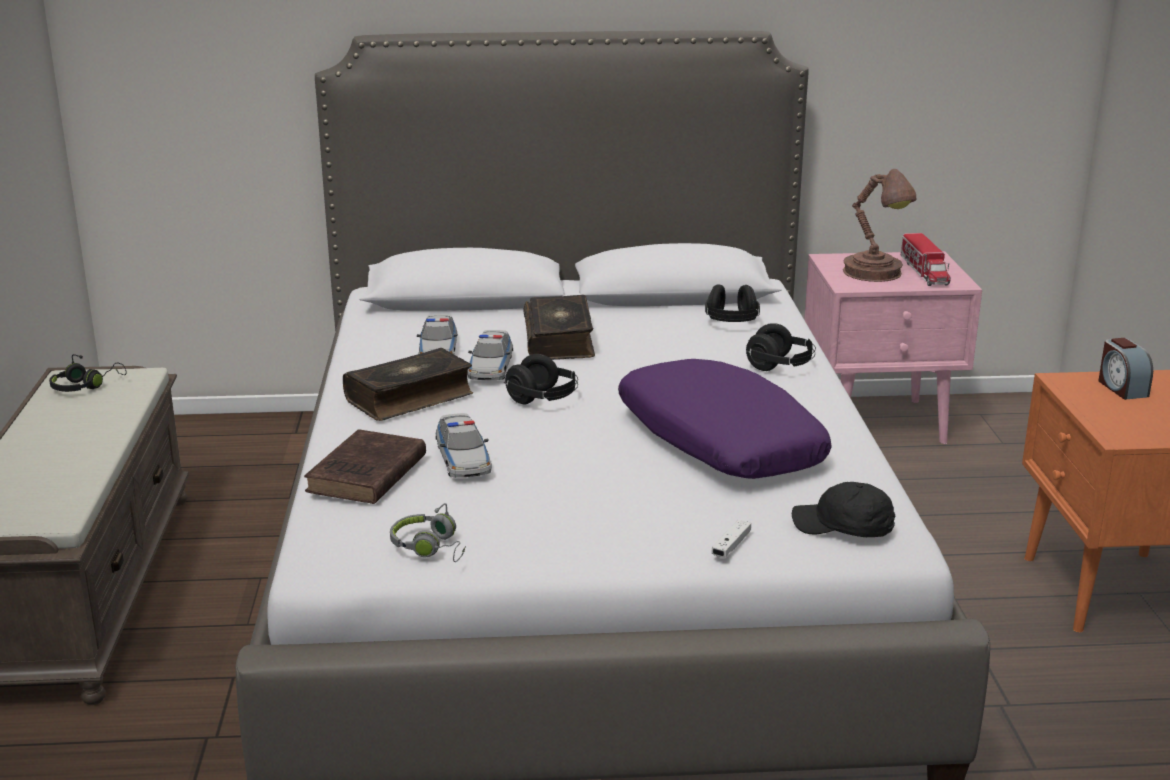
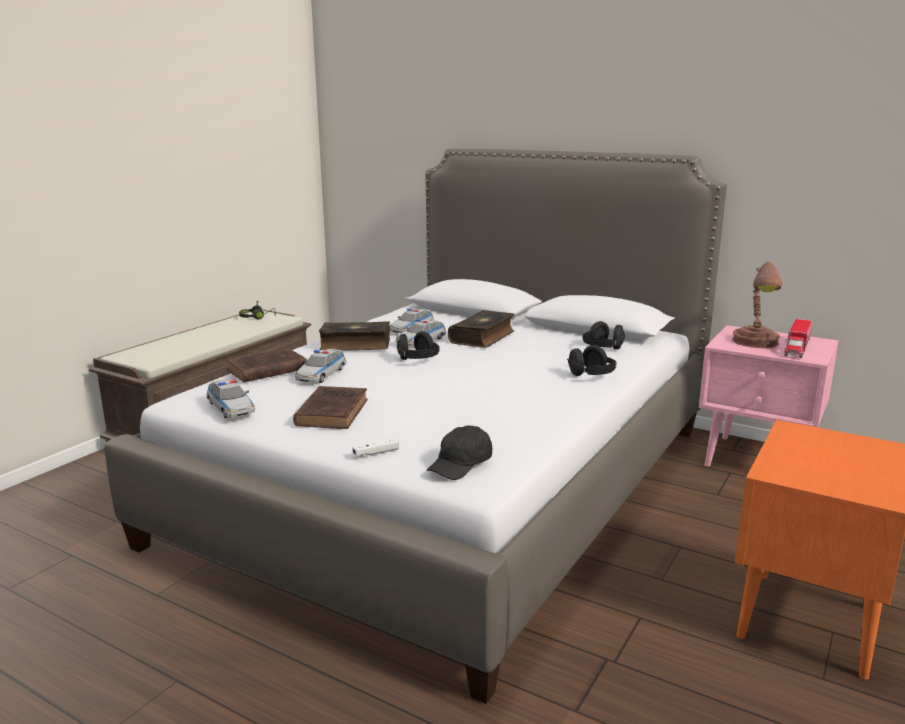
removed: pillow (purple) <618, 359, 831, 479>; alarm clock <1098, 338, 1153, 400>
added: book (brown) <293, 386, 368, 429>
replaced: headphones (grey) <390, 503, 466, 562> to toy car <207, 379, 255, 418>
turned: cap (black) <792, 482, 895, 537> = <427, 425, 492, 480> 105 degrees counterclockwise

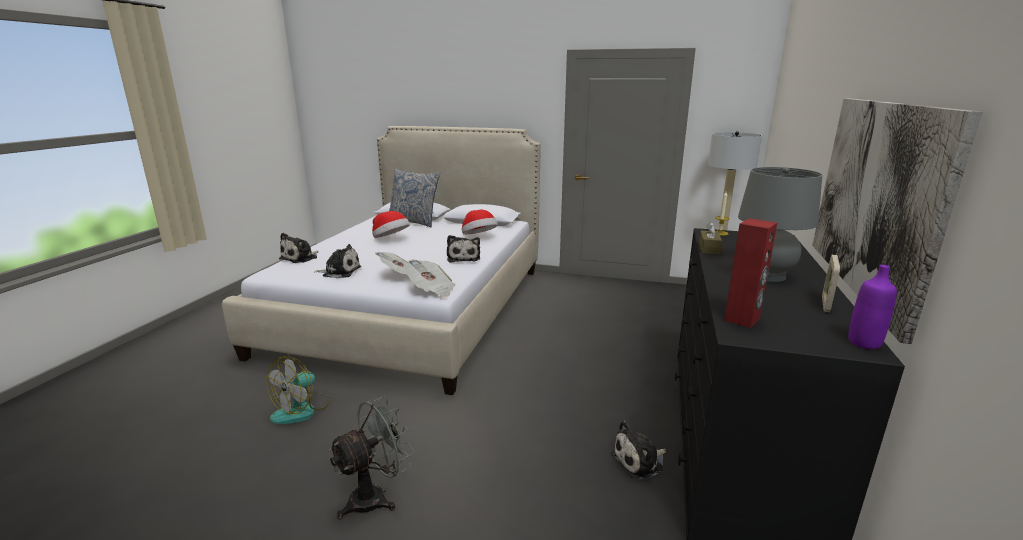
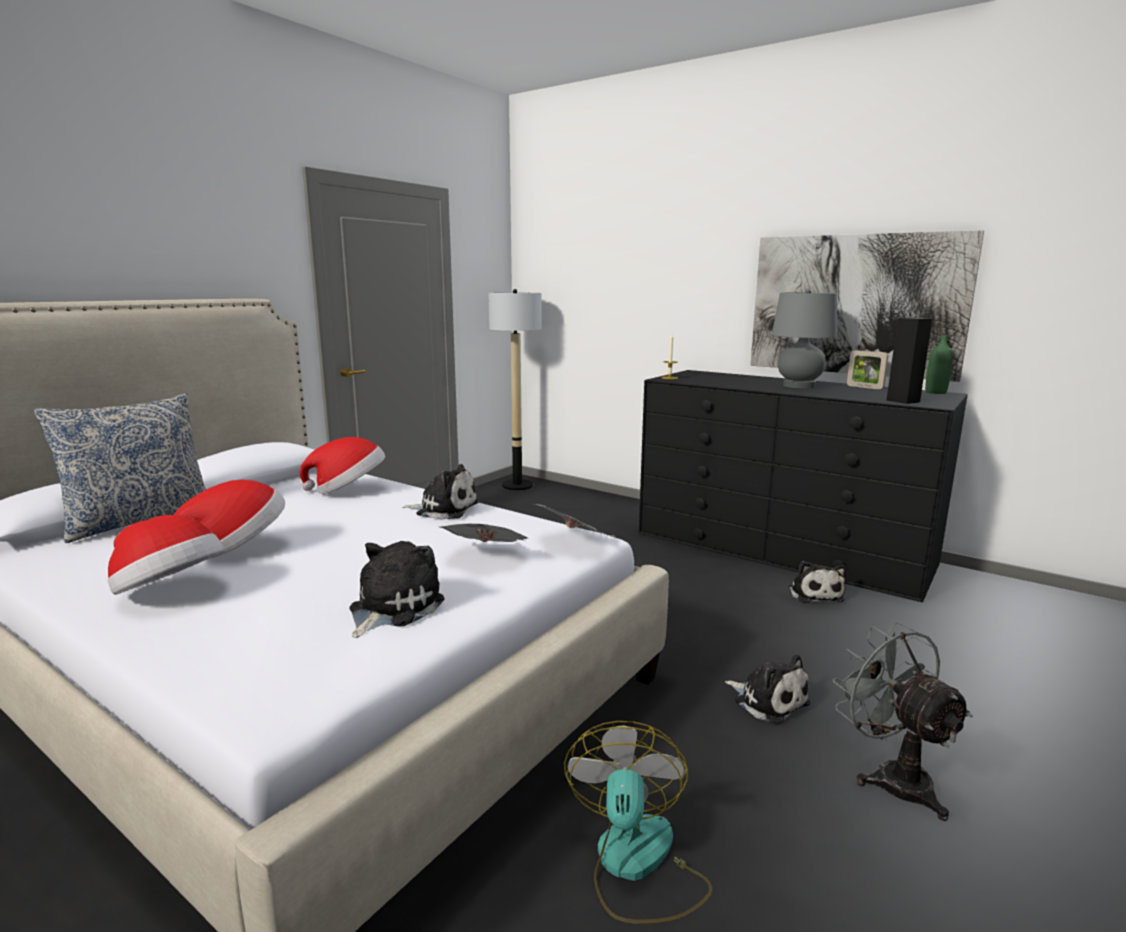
removed: tissue box (brown) <699, 222, 722, 254>
added: hat <108, 515, 224, 595>
moved: plush toy <279, 233, 319, 263> to <725, 654, 810, 725>
recoloured: speaker (red) <724, 218, 777, 328> to speaker (black) <886, 317, 932, 404>; bottle (purple) <848, 265, 897, 349> to bottle (green) <925, 335, 953, 394>
turned: fan <266, 356, 331, 424> = <564, 721, 712, 924> 135 degrees counterclockwise

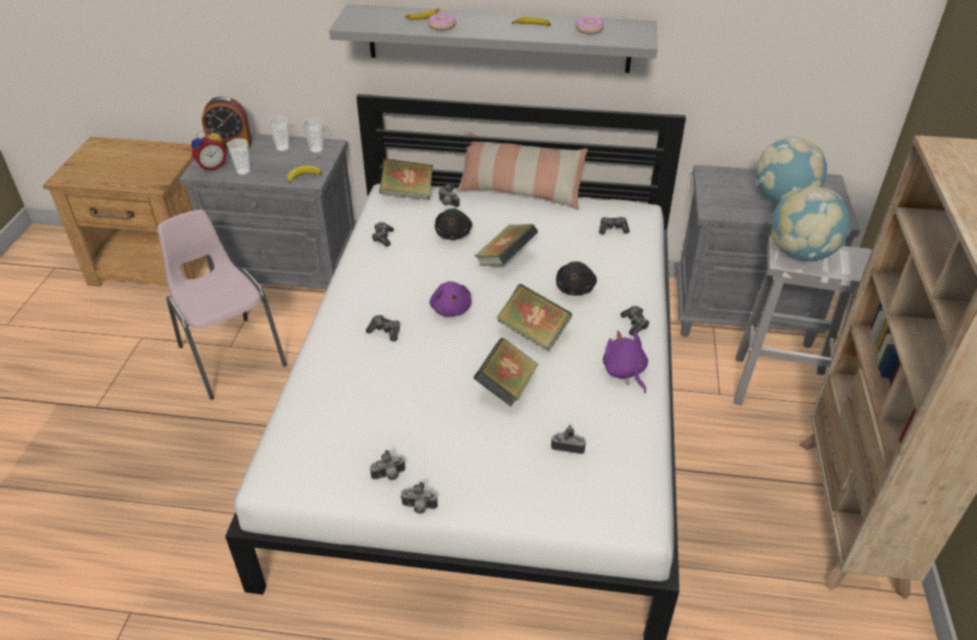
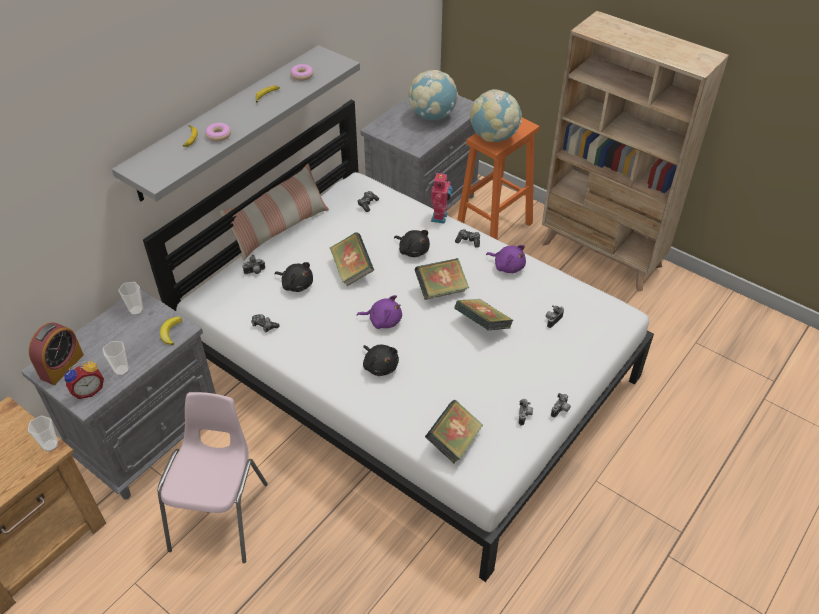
added: toy robot <431, 173, 453, 224>
moved: cup <268, 116, 289, 152> to <28, 416, 58, 452>; book <379, 158, 433, 200> to <425, 400, 483, 463>
replaced: game controller <366, 315, 400, 342> to plush toy (black) <363, 345, 399, 376>
recoloured: stool (white) <734, 236, 872, 405> to stool (orange) <457, 117, 539, 239>
turned: chair (pink) <157, 210, 287, 400> = <158, 392, 268, 563> 105 degrees clockwise; alarm clock <191, 129, 227, 171> = <64, 361, 104, 399> 60 degrees clockwise; plush toy (purple) <603, 331, 648, 393> = <486, 245, 526, 273> 150 degrees counterclockwise

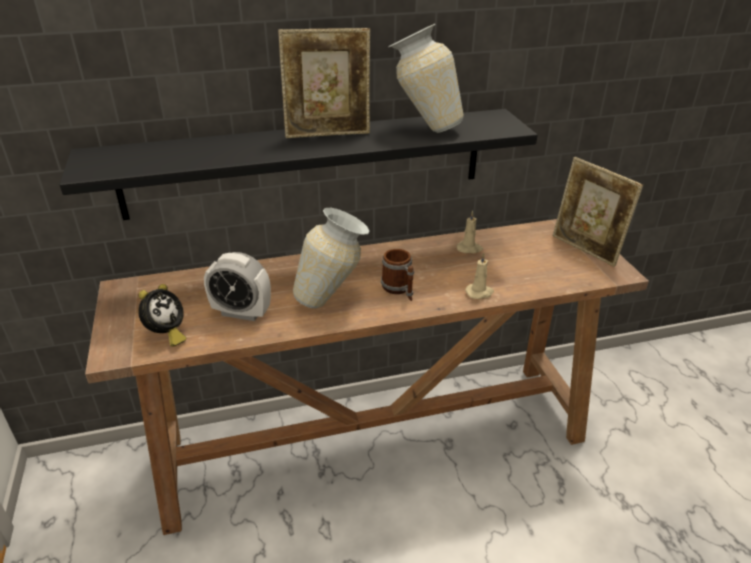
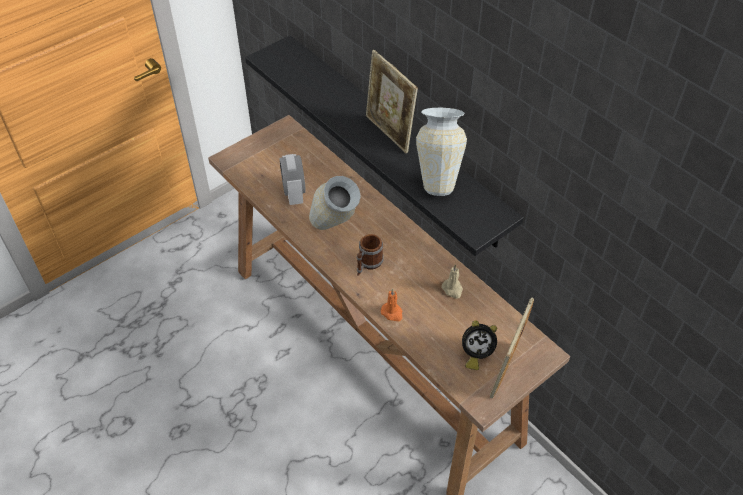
moved: alarm clock <138, 284, 186, 347> to <462, 320, 497, 370>
recoloured: candle (beige) <465, 253, 494, 299> to candle (orange) <381, 288, 402, 321>

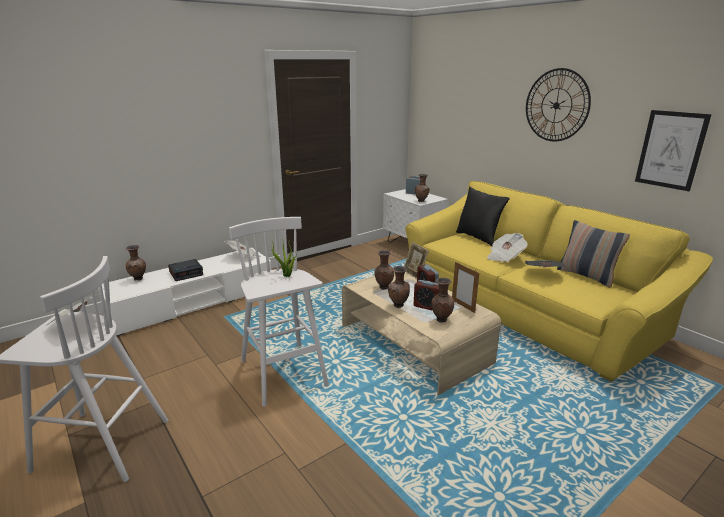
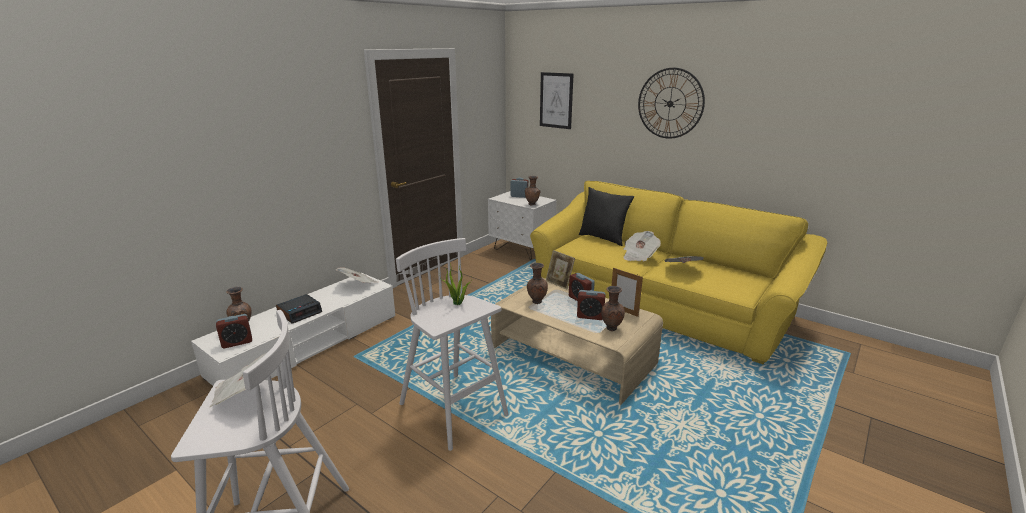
removed: vase (brown) <388, 266, 410, 308>; pillow <557, 220, 630, 288>
added: alarm clock <216, 314, 252, 349>
moved: picture <635, 110, 712, 191> to <540, 72, 574, 129>

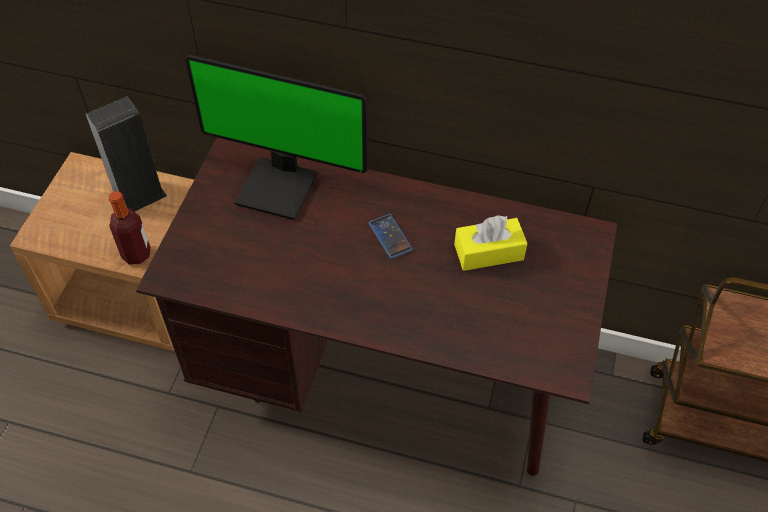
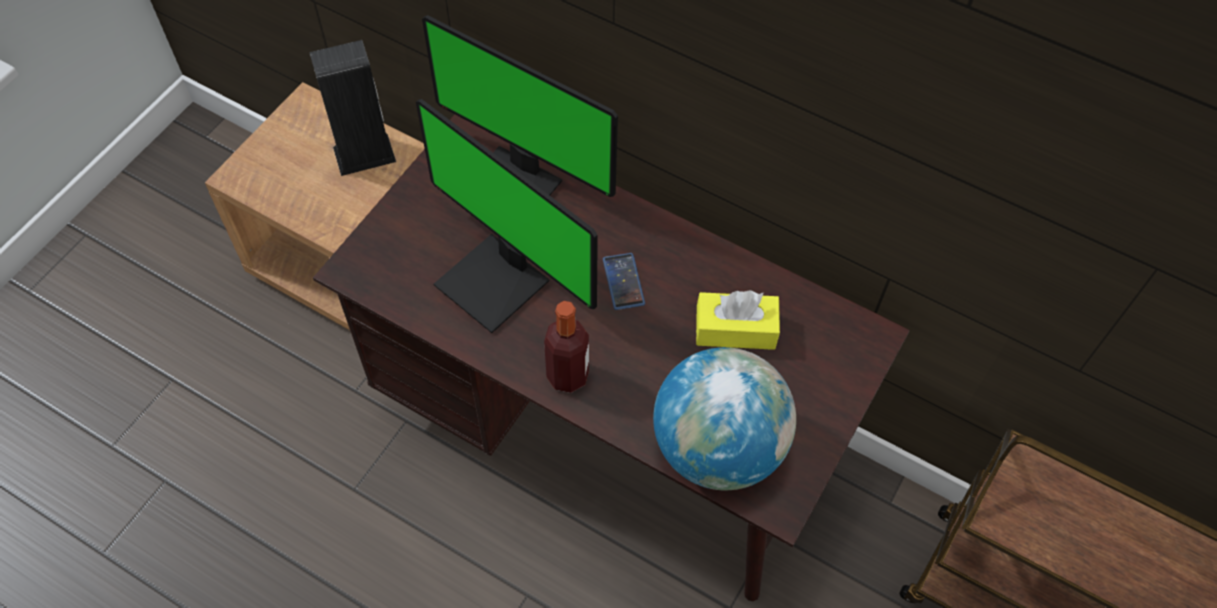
added: monitor <416, 99, 598, 333>; globe <653, 347, 796, 490>
moved: bottle <109, 191, 151, 265> to <544, 301, 589, 393>

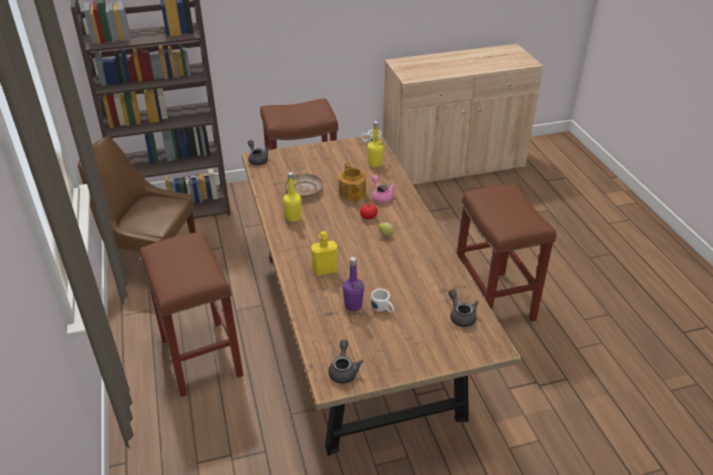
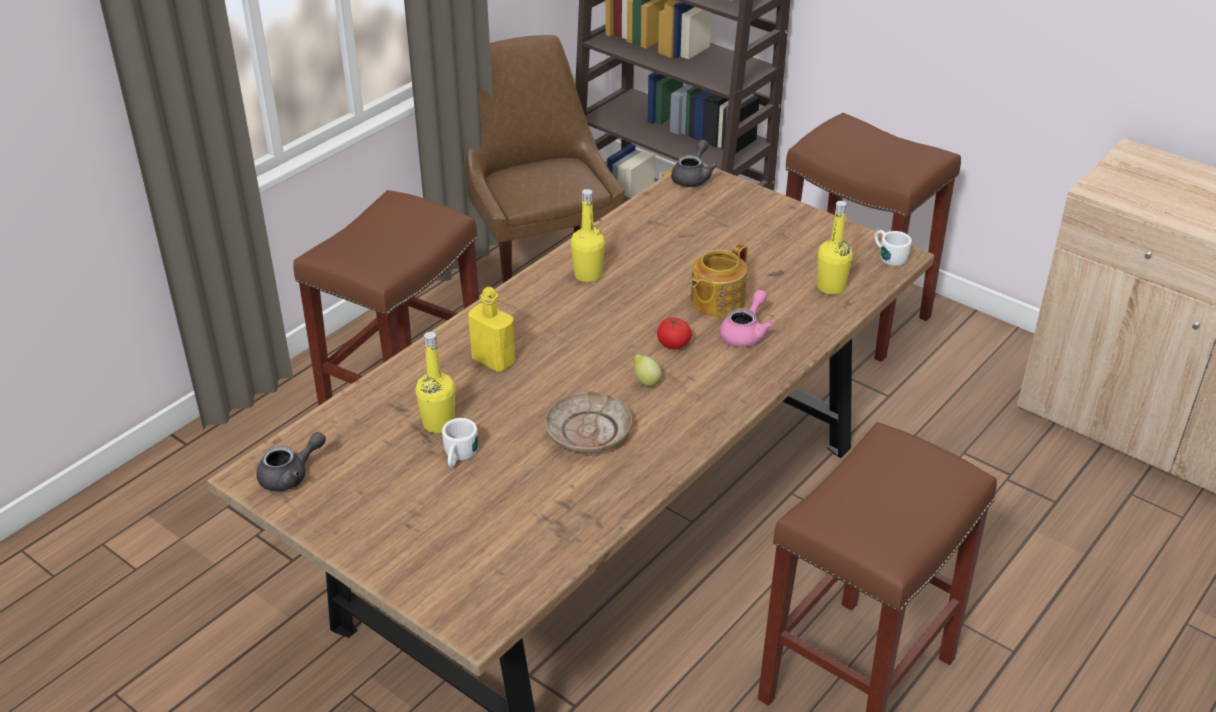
removed: teapot (grey) <449, 289, 479, 327>
moved: plate (beige) <284, 174, 323, 198> to <545, 392, 632, 453>
recoloured: bottle (purple) <343, 257, 364, 311> to bottle (yellow) <415, 332, 455, 433>

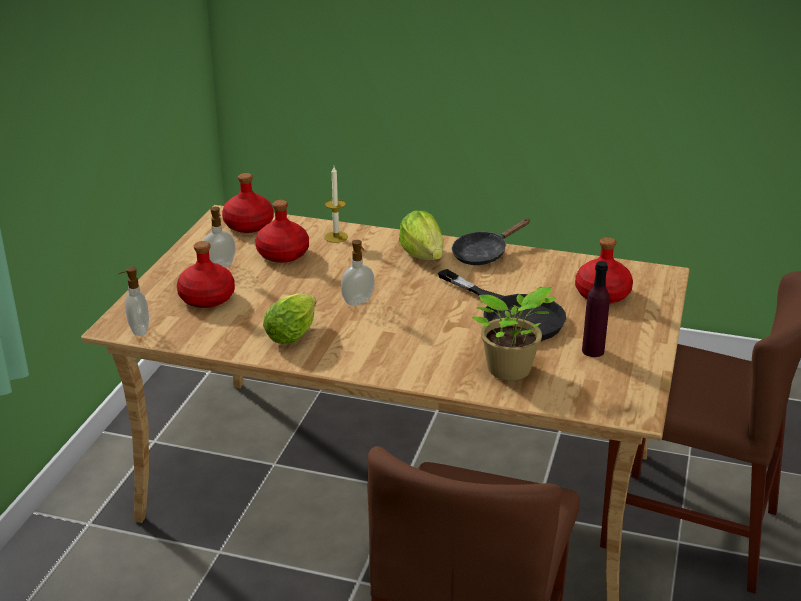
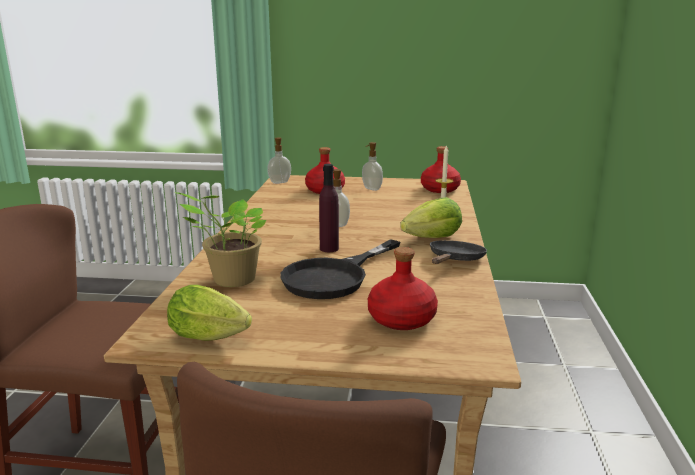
removed: bottle (red) <255, 200, 309, 263>
moved: lettuce <263, 294, 316, 344> to <167, 285, 252, 341>; bottle (purple) <582, 261, 610, 357> to <319, 164, 339, 252>
turned: frying pan (black) <452, 219, 530, 265> = <430, 240, 487, 264> 75 degrees clockwise

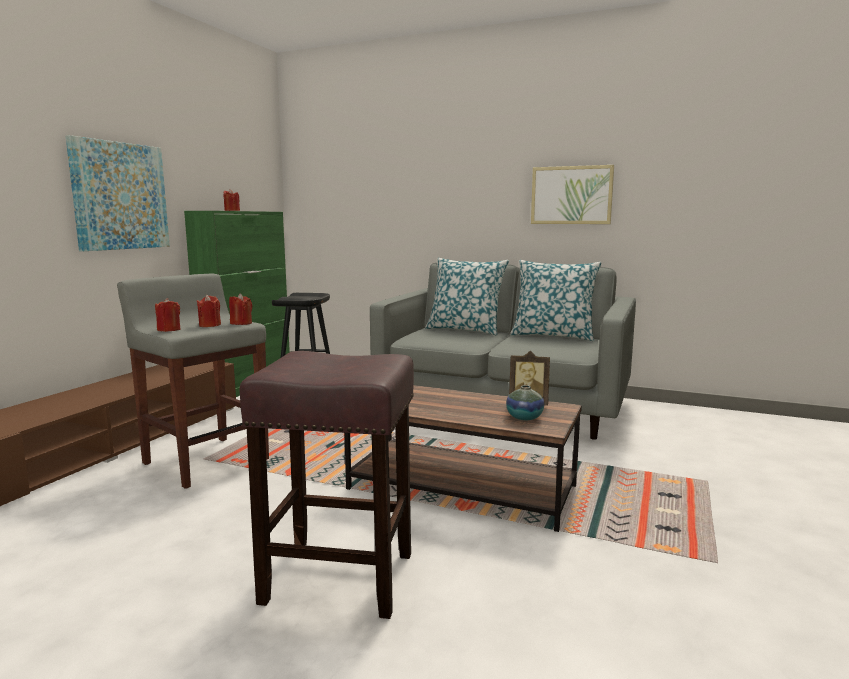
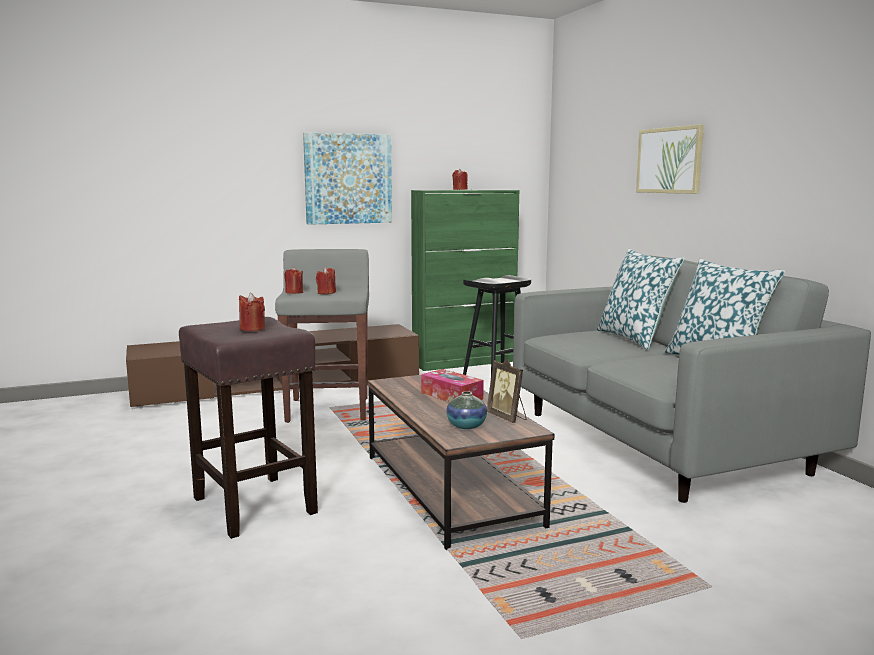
added: tissue box <421, 369, 484, 402>
moved: candle (red) <229, 293, 252, 325> to <239, 293, 265, 331>; picture <531, 165, 614, 224> to <636, 124, 704, 194>

